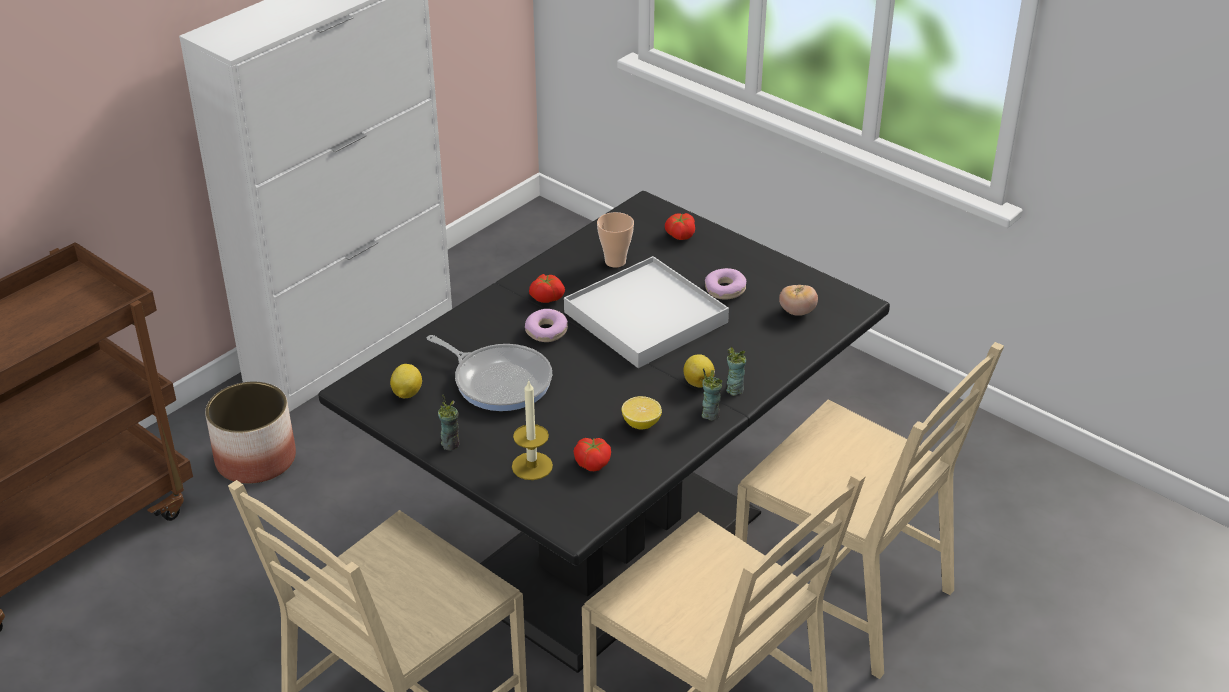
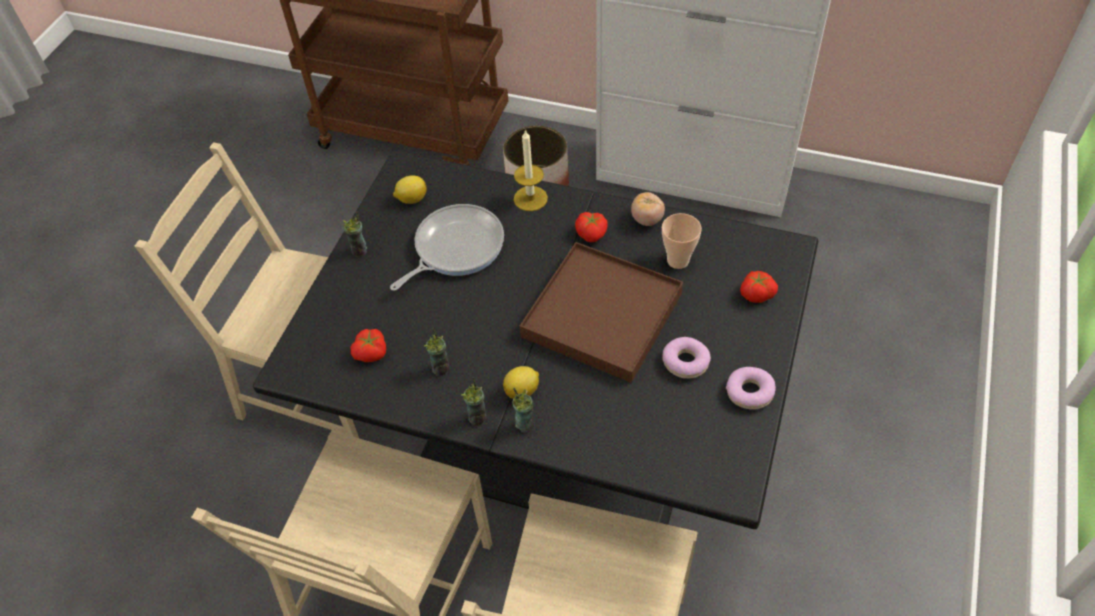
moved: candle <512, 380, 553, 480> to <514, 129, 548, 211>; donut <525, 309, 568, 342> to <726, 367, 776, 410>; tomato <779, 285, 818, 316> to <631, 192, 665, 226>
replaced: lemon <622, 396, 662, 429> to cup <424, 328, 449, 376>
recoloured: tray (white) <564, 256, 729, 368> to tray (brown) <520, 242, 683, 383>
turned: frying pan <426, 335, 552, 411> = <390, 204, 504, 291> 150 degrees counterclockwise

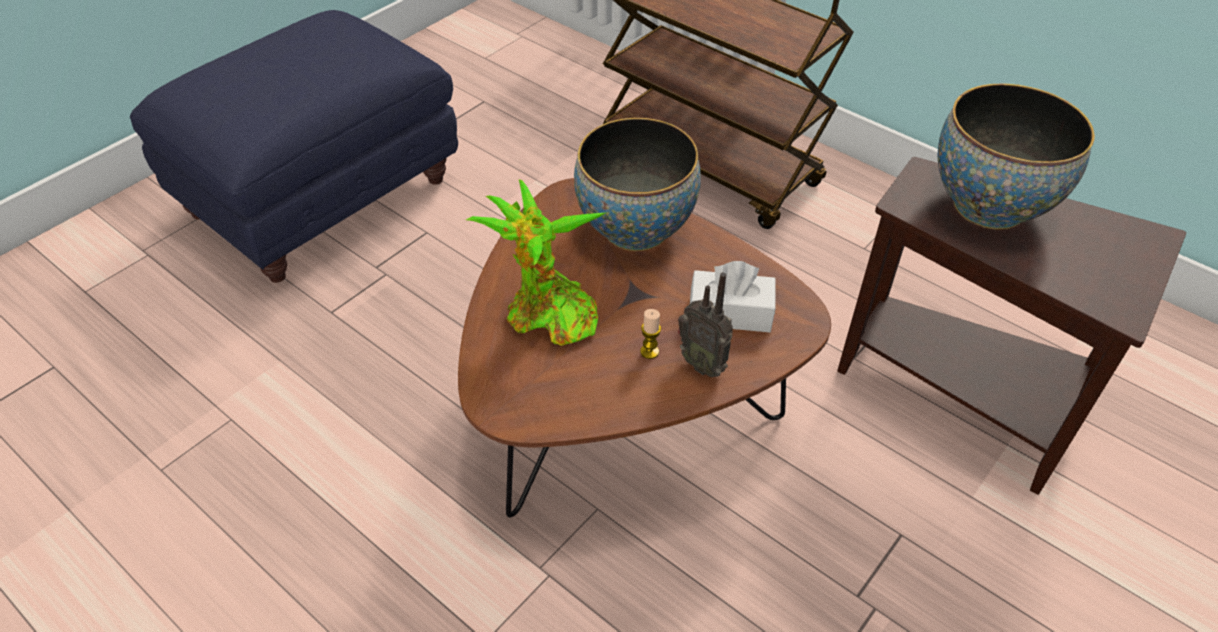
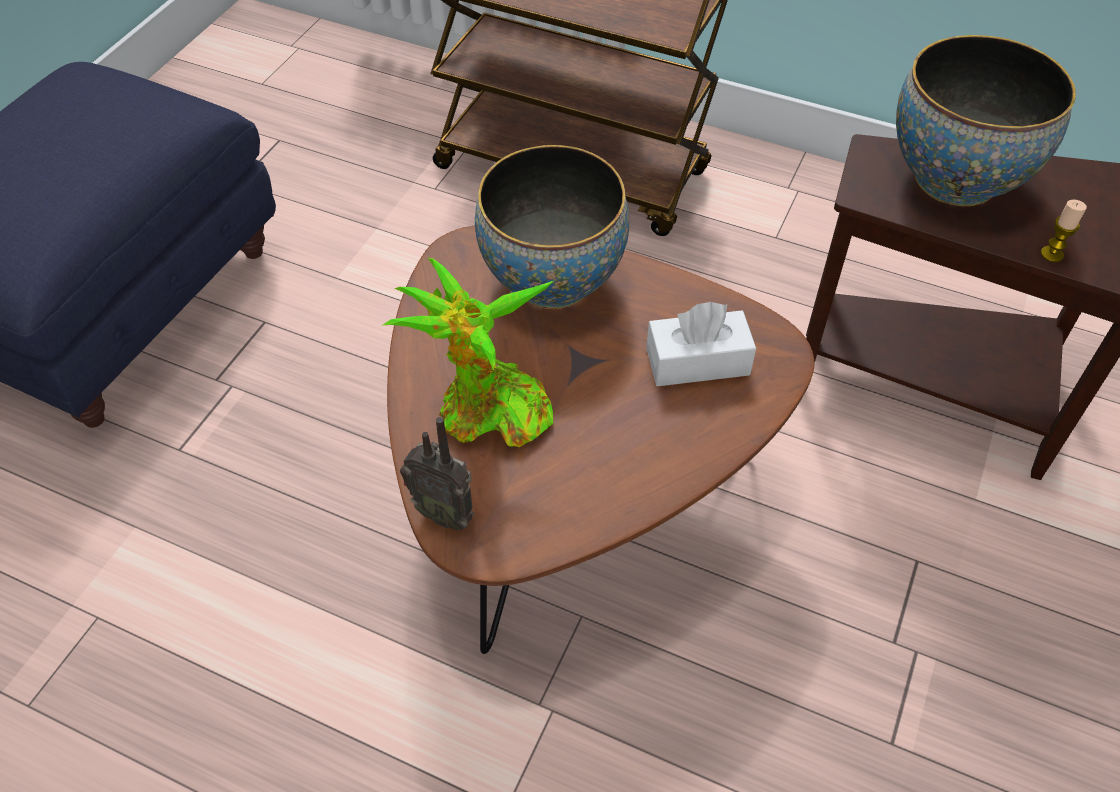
moved: candle <640, 309, 661, 359> to <1040, 200, 1087, 262>; radio <678, 273, 733, 377> to <400, 417, 474, 530>

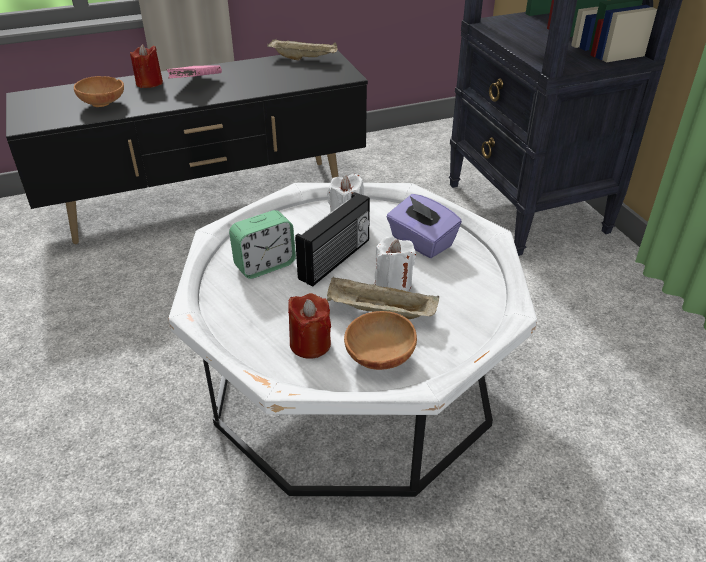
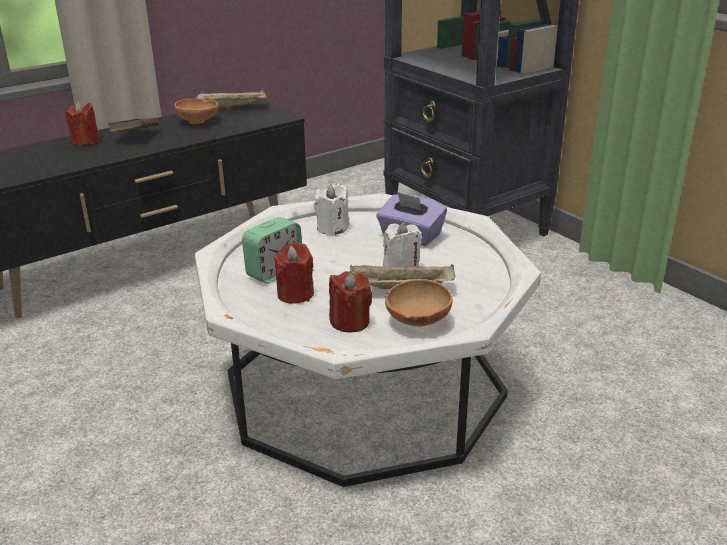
removed: radio <295, 192, 370, 287>
added: candle (red) <274, 242, 314, 304>
moved: bowl (brown) <74, 76, 124, 107> to <174, 99, 219, 124>
recoloured: book (pink) <166, 65, 222, 78> to book (brown) <107, 118, 159, 132>

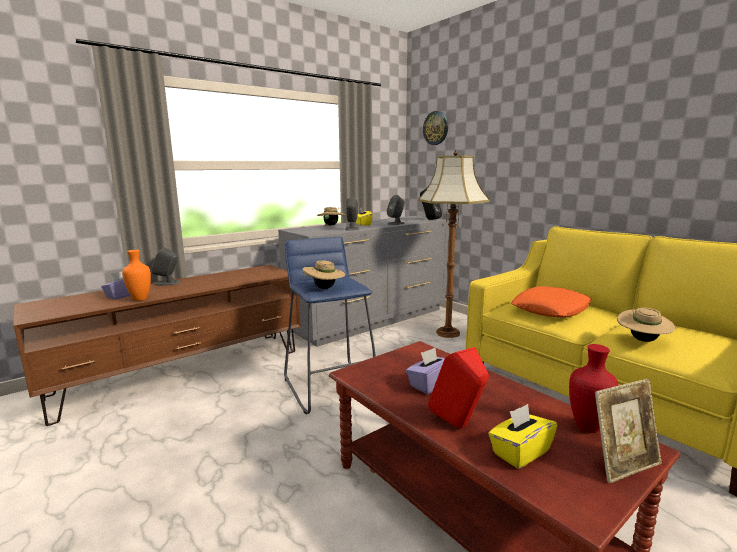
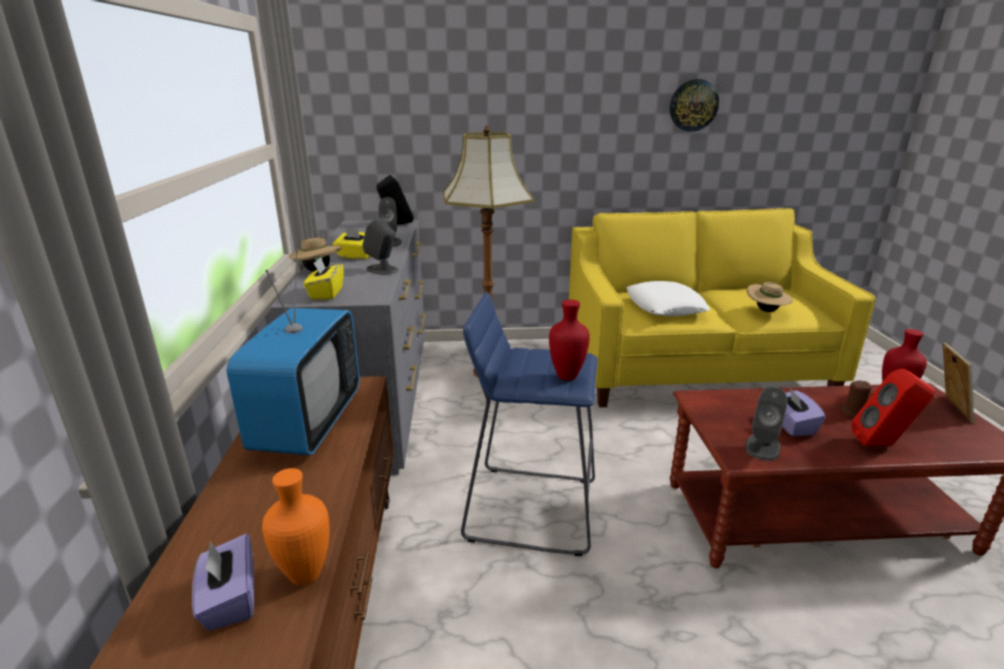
added: television <226, 251, 360, 455>; candle (brown) <841, 381, 871, 418>
moved: speaker (grey) <152, 247, 180, 286> to <746, 387, 787, 461>; wall clock <423, 111, 448, 145> to <670, 79, 719, 132>; tissue box (yellow) <488, 404, 557, 469> to <304, 257, 343, 300>
replaced: hat (beige) <303, 260, 345, 289> to vase (red) <549, 300, 590, 381>
recoloured: pillow (orange) <511, 286, 592, 318> to pillow (white) <626, 281, 710, 316>

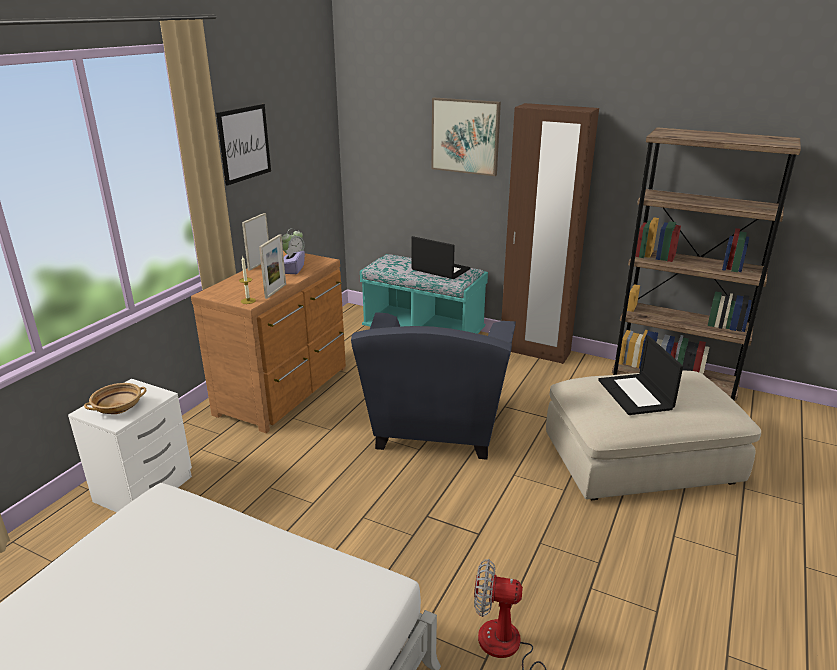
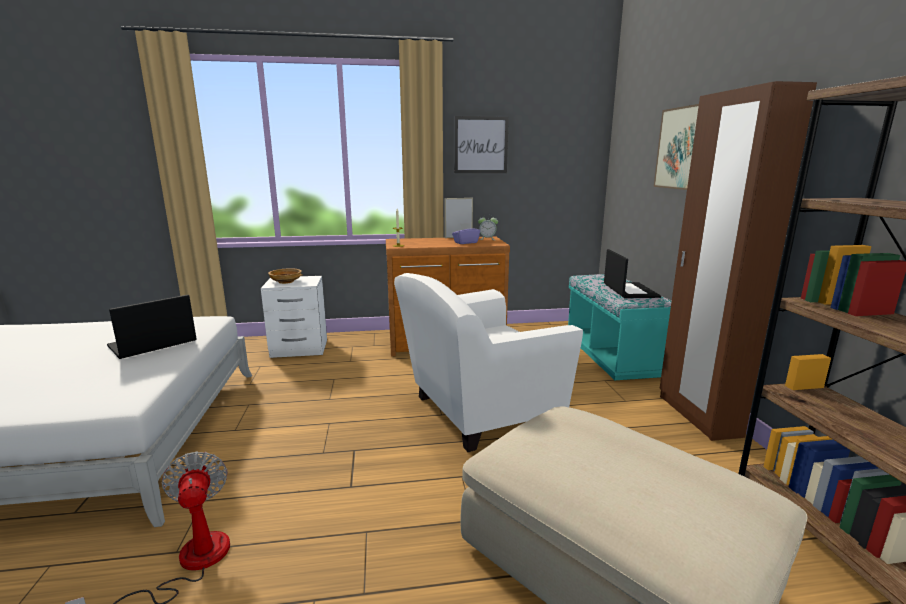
removed: picture frame <259, 234, 286, 299>
moved: laptop <598, 335, 683, 415> to <107, 295, 196, 359>
recoloured: armchair (blue) <351, 312, 516, 460> to armchair (white) <394, 273, 583, 452>

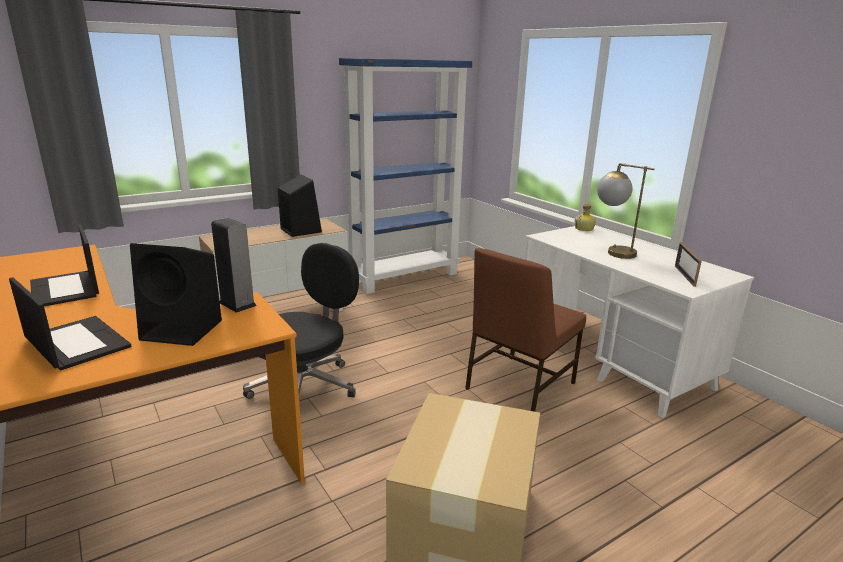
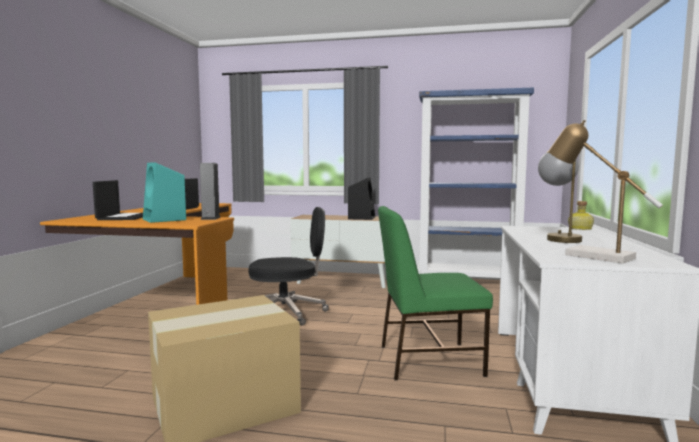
replaced: picture frame <675, 243, 702, 287> to table lamp <549, 120, 663, 263>
recoloured: speaker (black) <130, 243, 222, 346> to speaker (turquoise) <143, 162, 186, 223>; chair (brown) <465, 248, 586, 412> to chair (green) <378, 206, 493, 380>

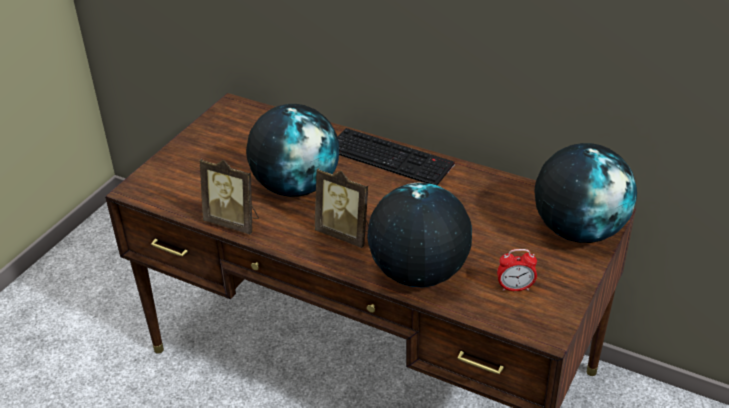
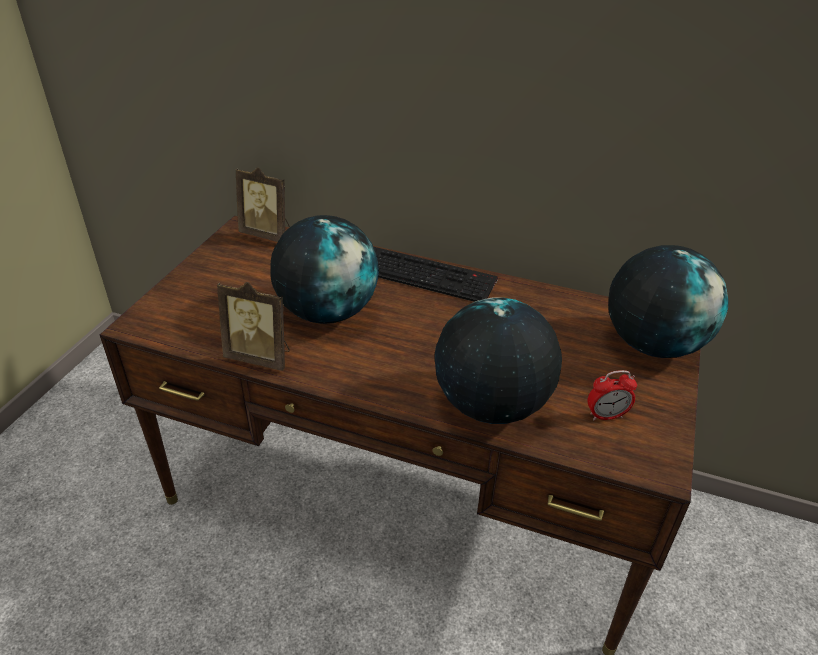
moved: picture frame <315, 168, 369, 248> to <236, 167, 290, 242>

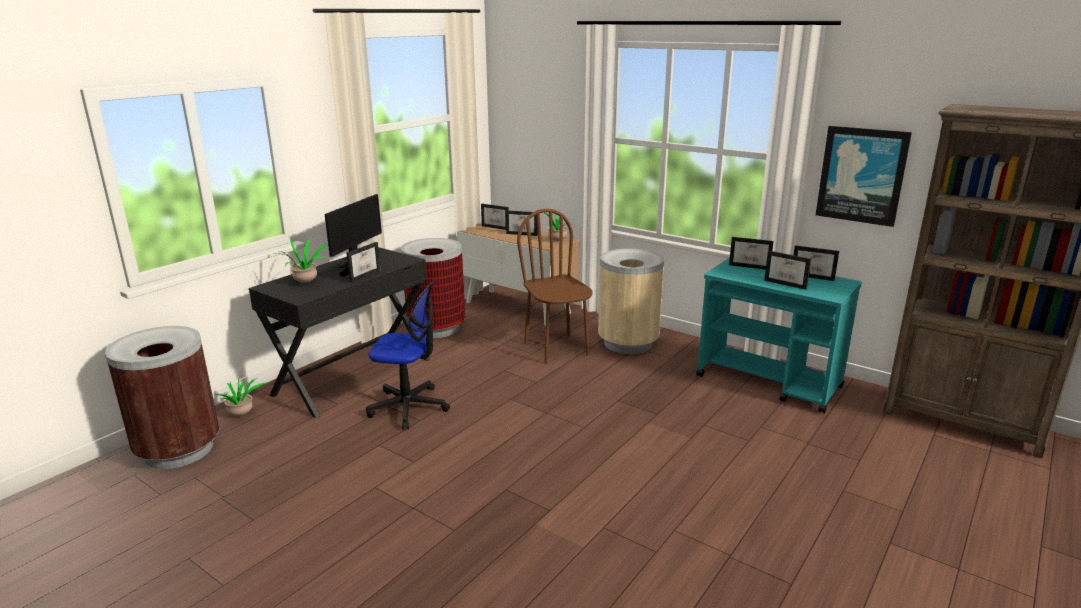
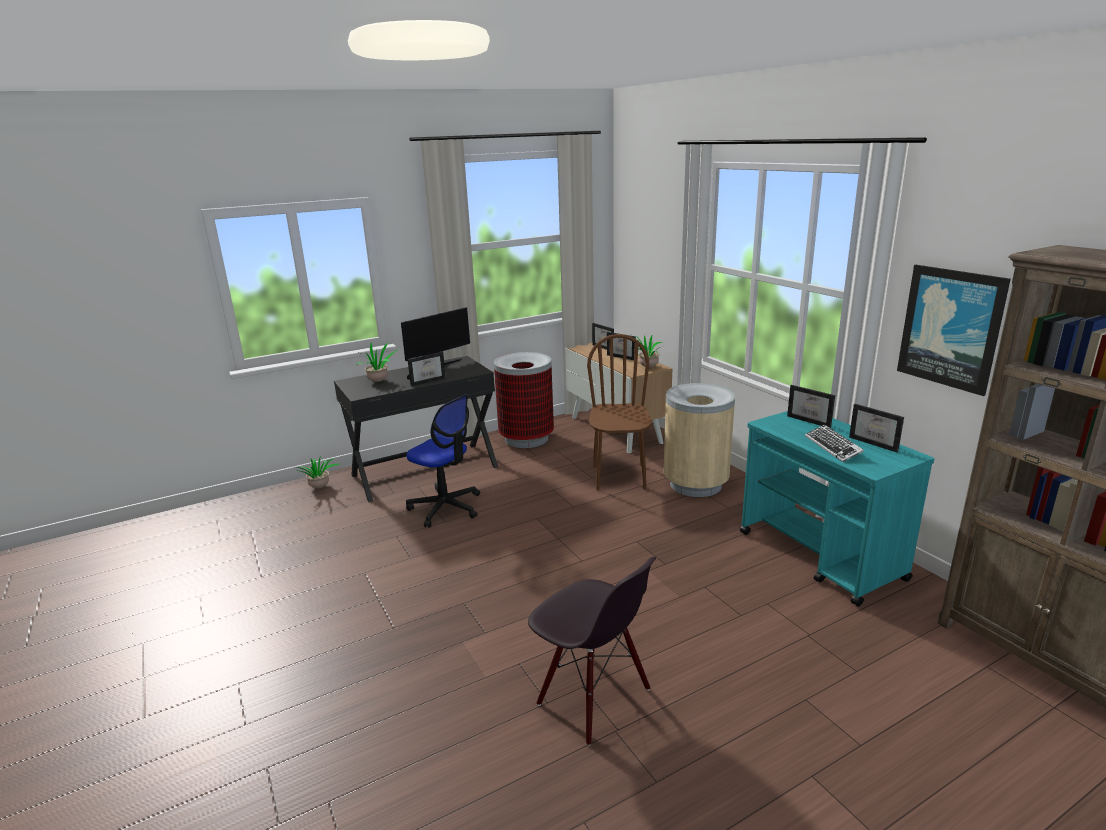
removed: trash can (brown) <105, 326, 219, 469>
added: chair (black) <528, 557, 656, 746>
replaced: picture frame <764, 251, 811, 290> to keyboard <805, 424, 864, 462>

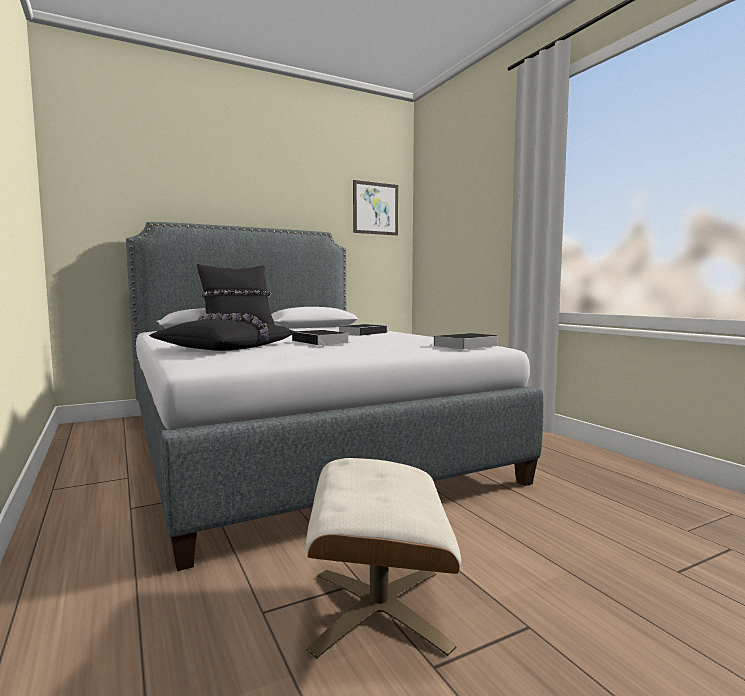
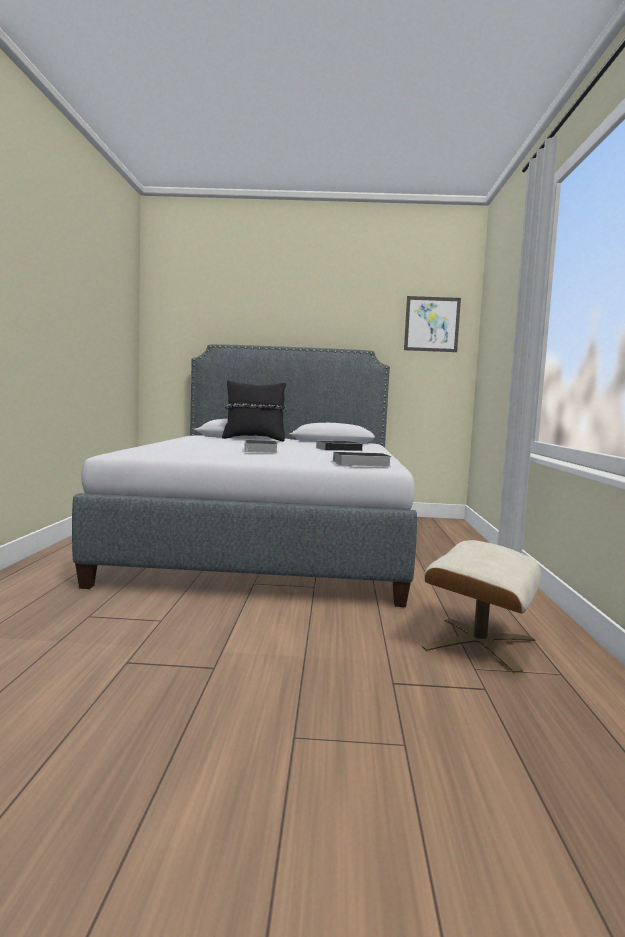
removed: pillow (black) <149, 313, 298, 351>
moved: ottoman (beige) <306, 458, 461, 659> to <422, 540, 542, 673>

